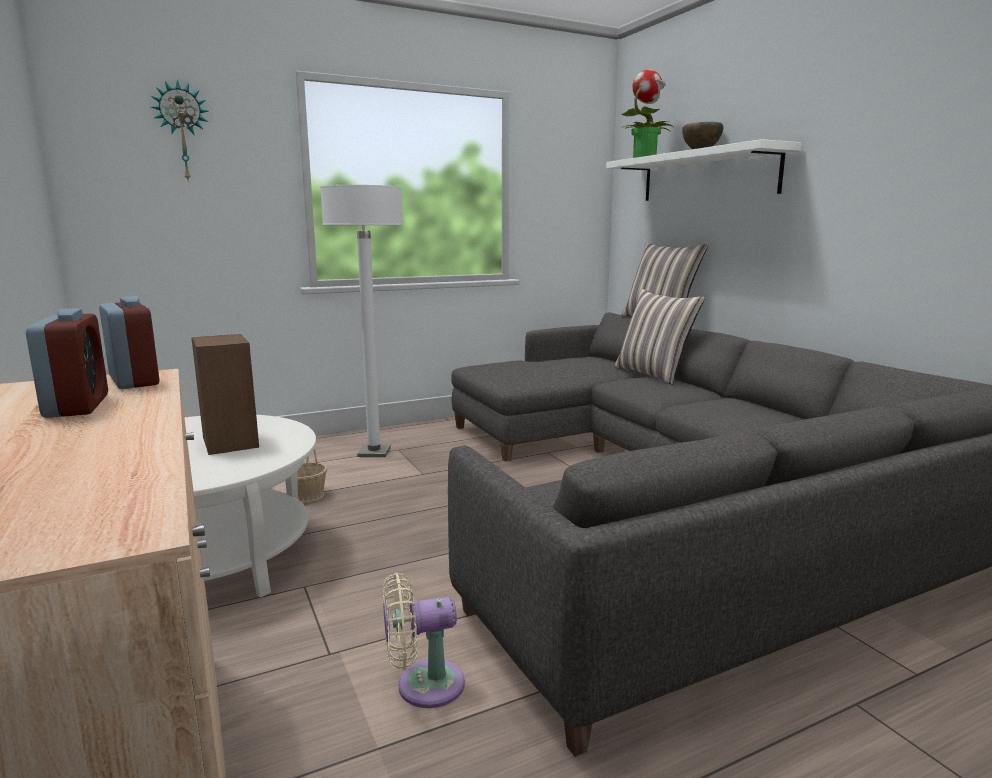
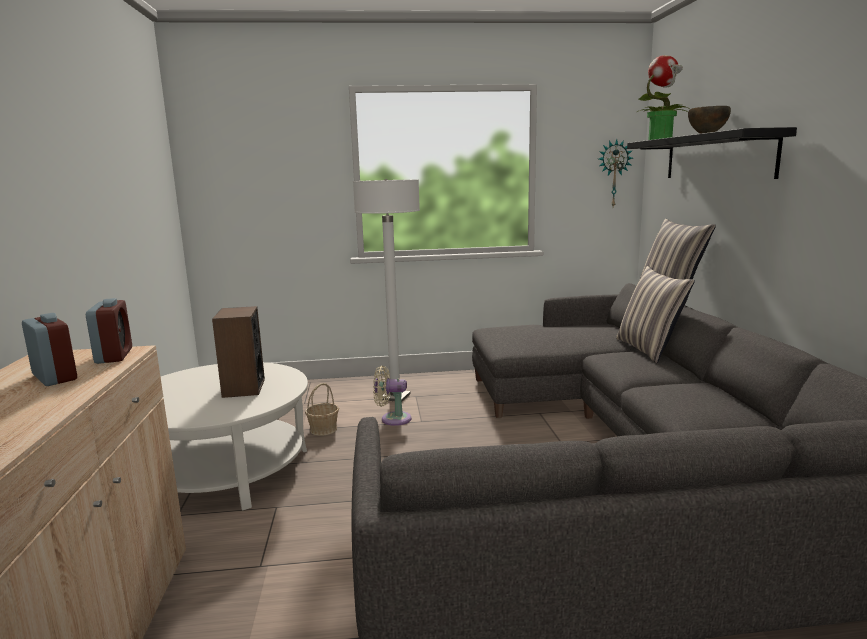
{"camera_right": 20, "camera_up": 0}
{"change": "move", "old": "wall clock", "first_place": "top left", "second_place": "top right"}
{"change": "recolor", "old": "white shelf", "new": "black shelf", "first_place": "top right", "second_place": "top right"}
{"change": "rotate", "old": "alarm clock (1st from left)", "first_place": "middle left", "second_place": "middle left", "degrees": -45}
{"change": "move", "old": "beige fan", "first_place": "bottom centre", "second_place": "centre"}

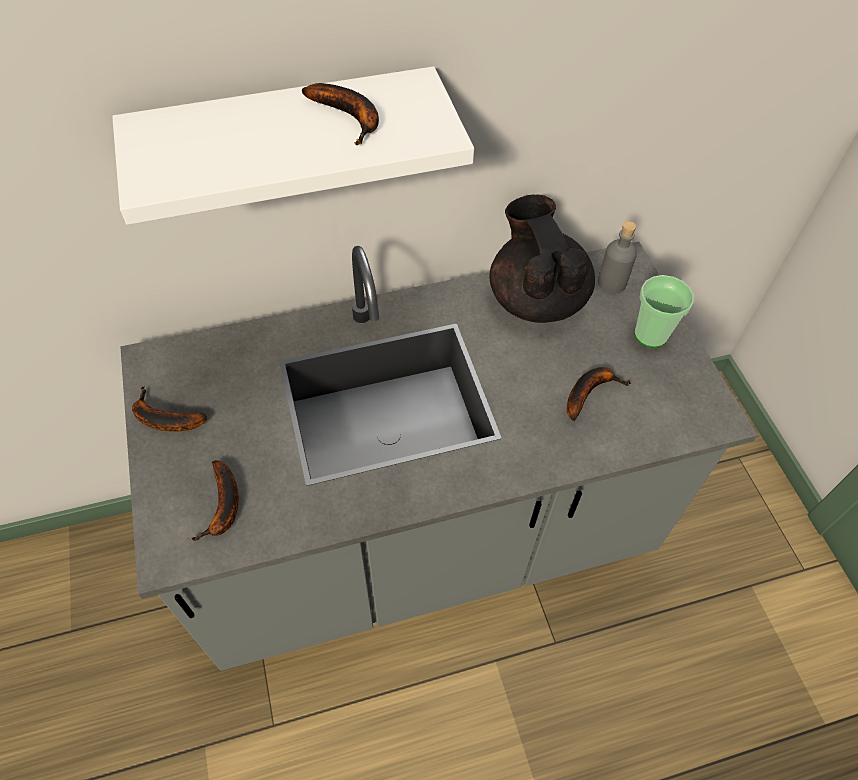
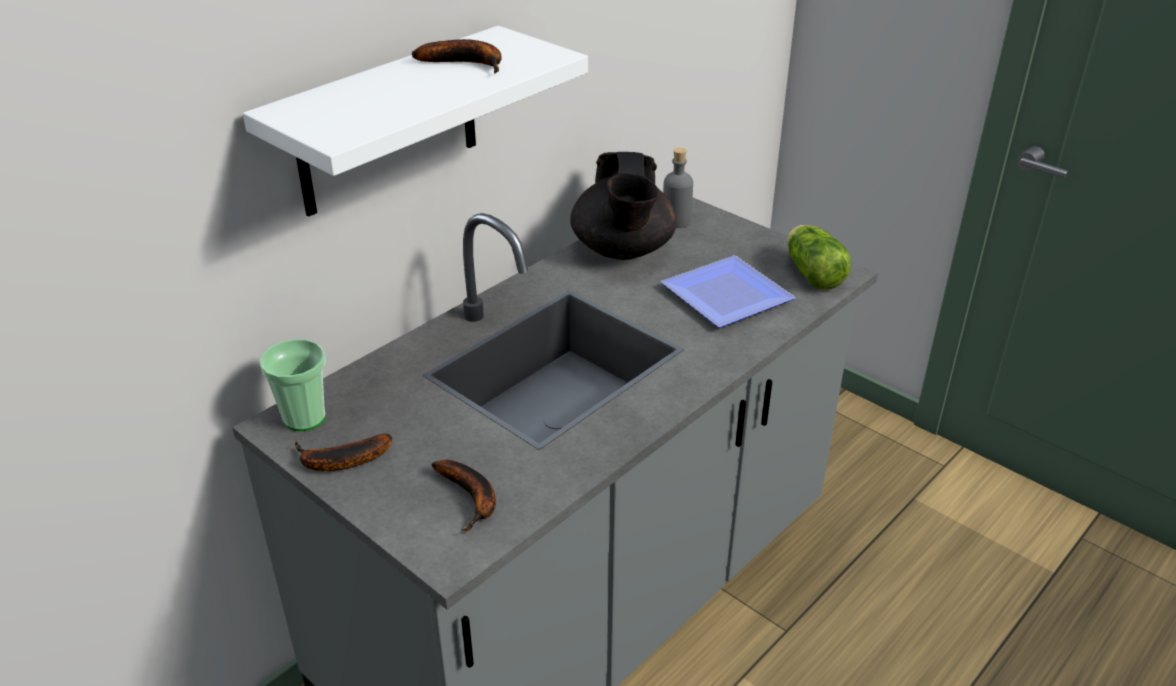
{"camera_right": -30, "camera_up": -20}
{"change": "rotate", "old": "black teapot", "first_place": "top centre", "second_place": "top centre", "degrees": -135}
{"change": "move", "old": "cup", "first_place": "middle right", "second_place": "middle left"}
{"change": "replace", "old": "banana (4th from left)", "new": "plate", "first_place": "middle right", "second_place": "centre"}
{"change": "insert", "new": "lettuce", "second_place": "middle right"}

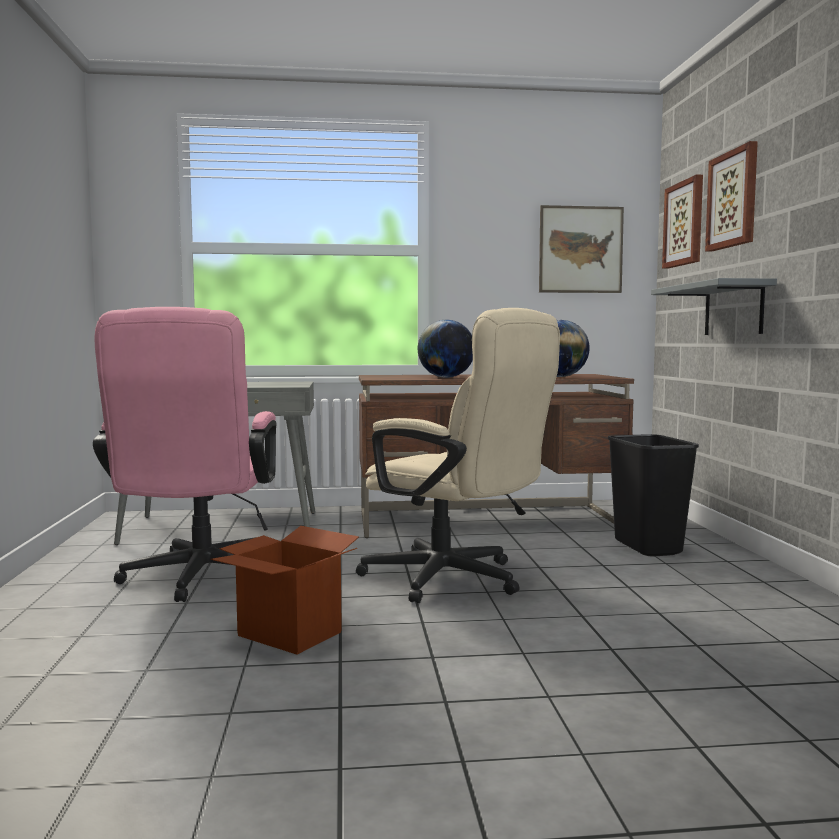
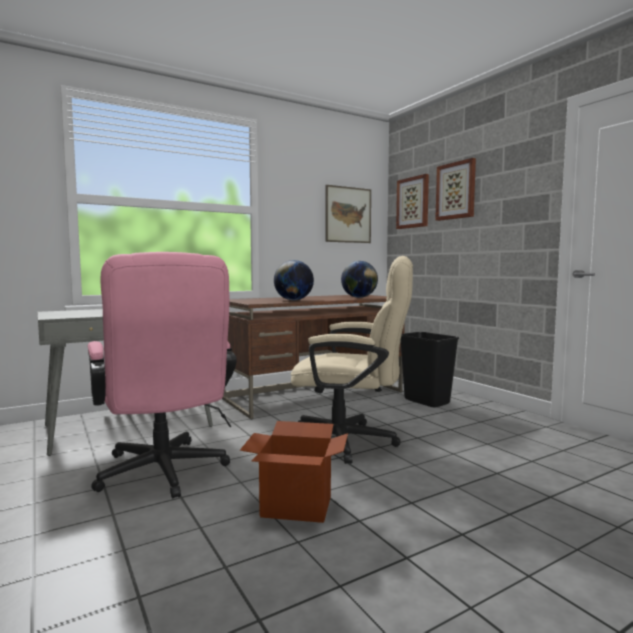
{"camera_right": -25, "camera_up": 0}
{"change": "delete", "old": "grey shelf", "first_place": "middle right"}

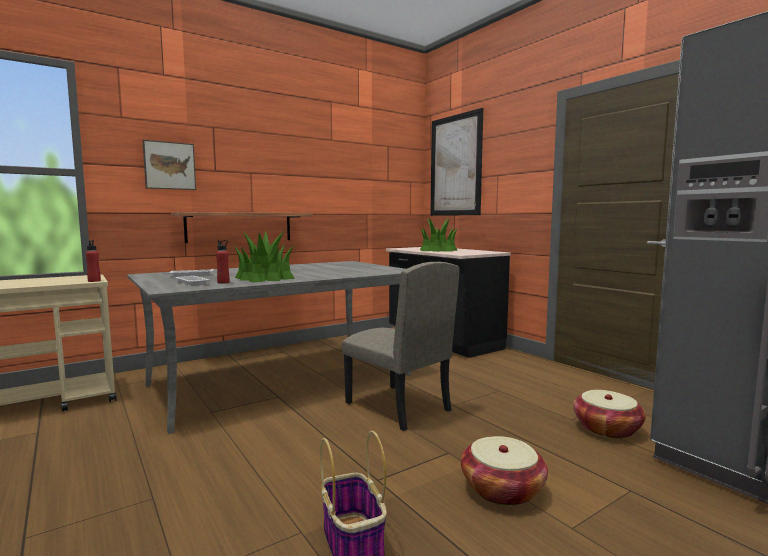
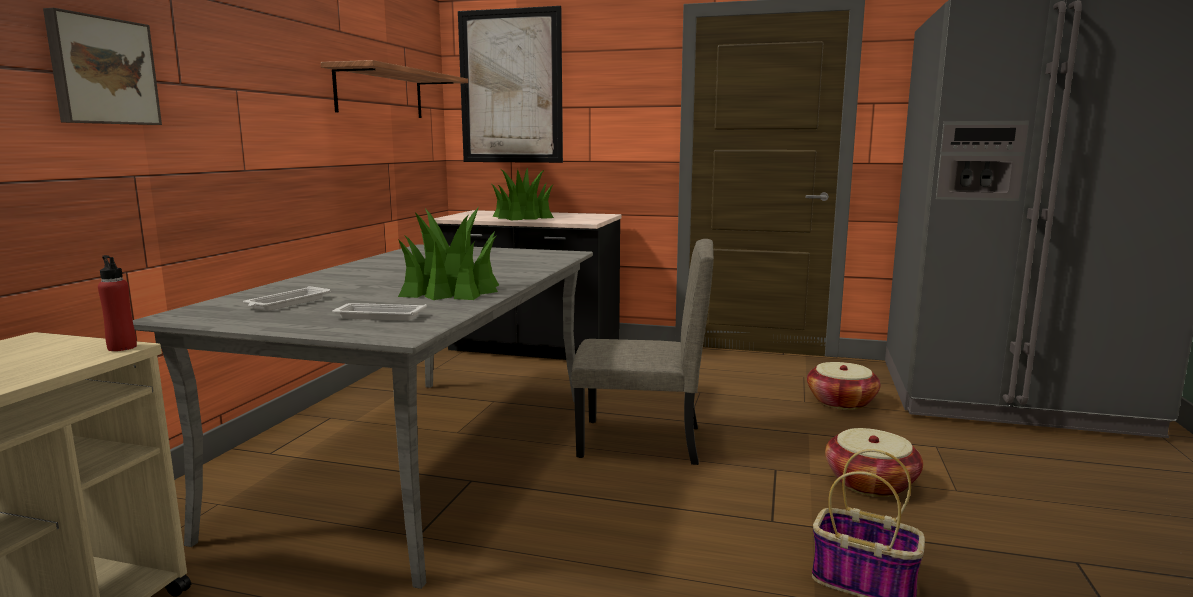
{"camera_right": -40, "camera_up": 5}
{"change": "move", "old": "shelf", "first_place": "middle left", "second_place": "top left"}
{"change": "delete", "old": "red bottle (2nd from left)", "first_place": "middle left"}

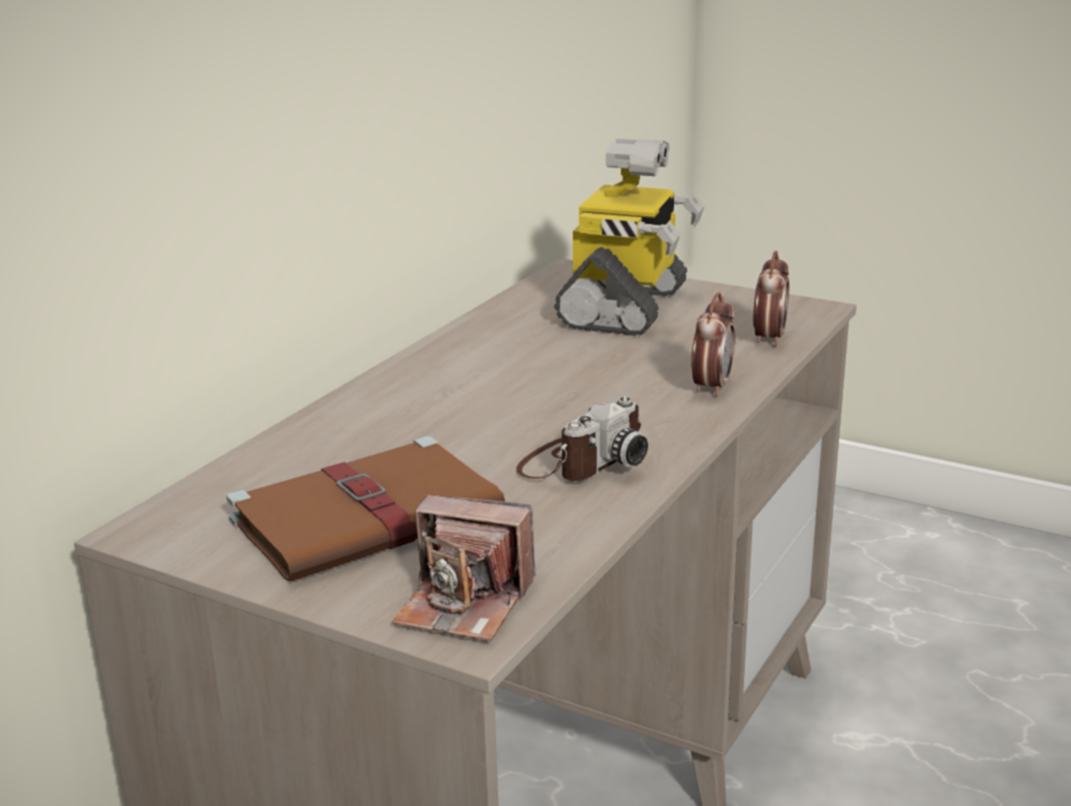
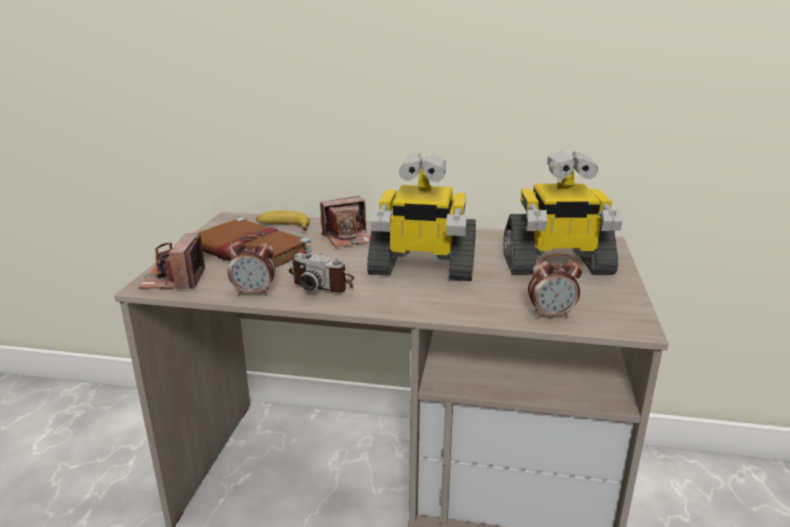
{"camera_right": 70, "camera_up": 0}
{"change": "move", "old": "alarm clock (1st from left)", "first_place": "centre", "second_place": "middle left"}
{"change": "insert", "new": "toy robot (1st from left)", "second_place": "centre"}
{"change": "insert", "new": "photo camera (3rd from left)", "second_place": "centre"}
{"change": "insert", "new": "banana", "second_place": "centre"}

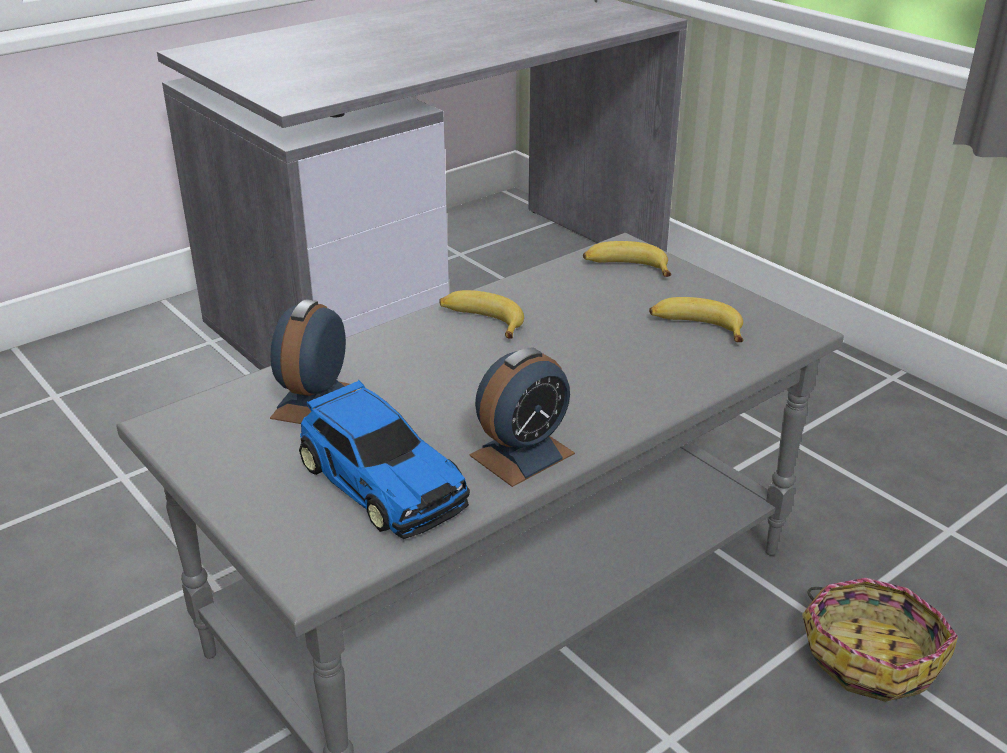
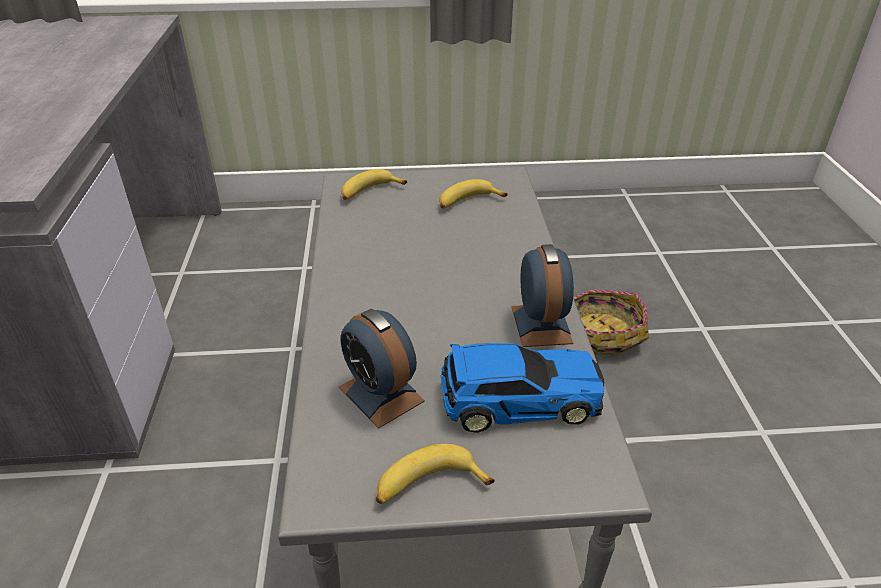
{"camera_right": -55, "camera_up": 5}
{"change": "move", "old": "banana (1st from left in the first image)", "new": "banana (2nd from left)", "first_place": "centre", "second_place": "bottom centre"}

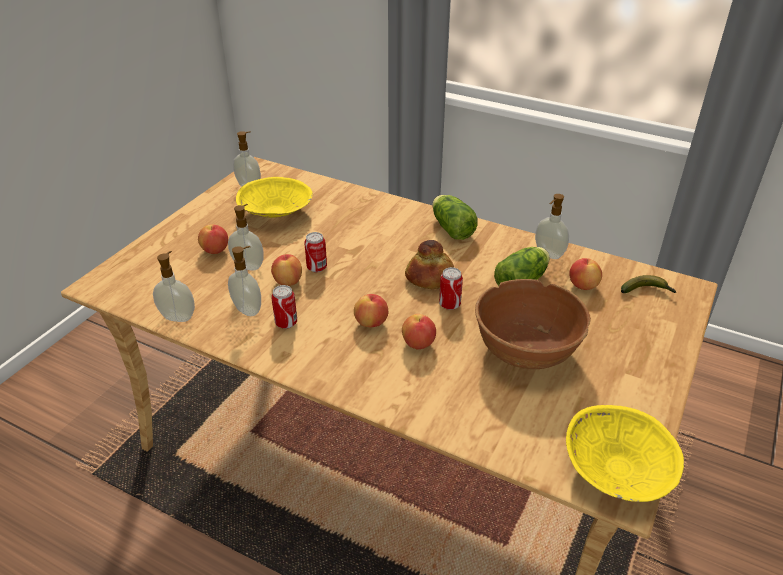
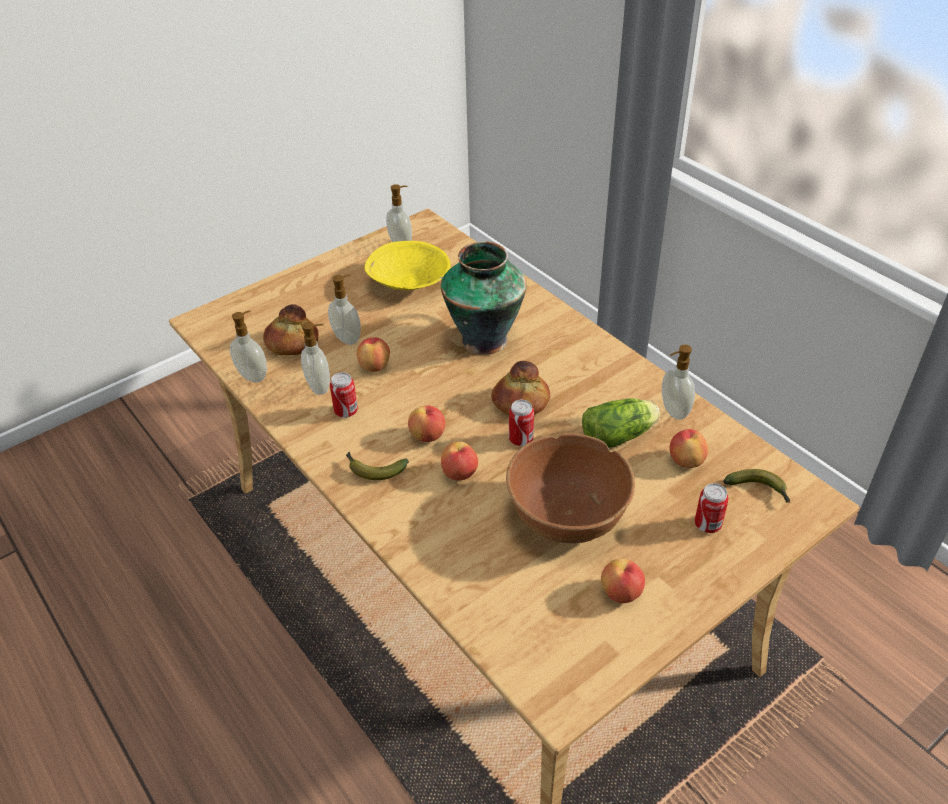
{"camera_right": 25, "camera_up": 5}
{"change": "delete", "old": "lettuce (1st from left)", "first_place": "centre"}
{"change": "move", "old": "apple (1st from left in the first image)", "new": "apple (4th from left)", "first_place": "middle left", "second_place": "bottom centre"}
{"change": "move", "old": "can (2nd from left in the first image)", "new": "can (3rd from left)", "first_place": "centre", "second_place": "middle right"}
{"change": "delete", "old": "yellow bowl (2nd from left)", "first_place": "bottom right"}
{"change": "insert", "new": "vase", "second_place": "centre"}
{"change": "insert", "new": "bread (1st from left)", "second_place": "middle left"}
{"change": "insert", "new": "banana (1st from left)", "second_place": "centre"}

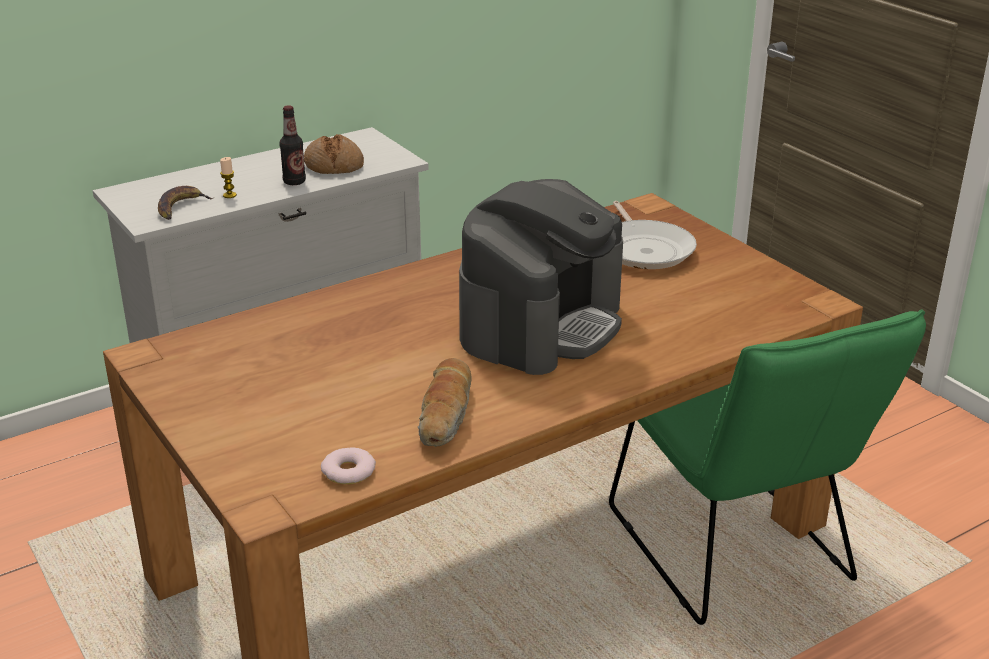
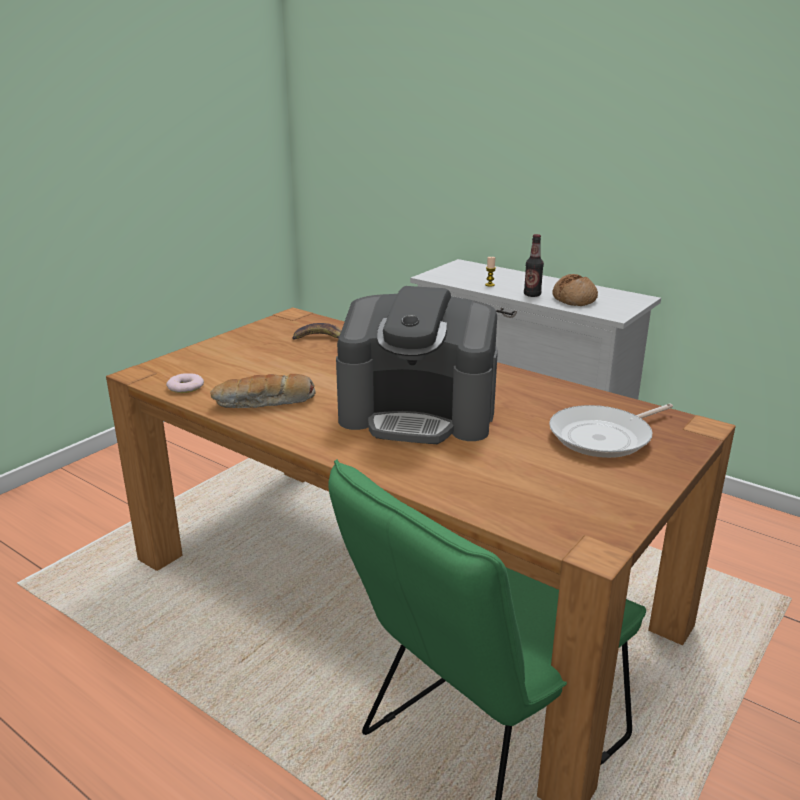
{"camera_right": 70, "camera_up": -5}
{"change": "move", "old": "banana", "first_place": "top left", "second_place": "centre"}

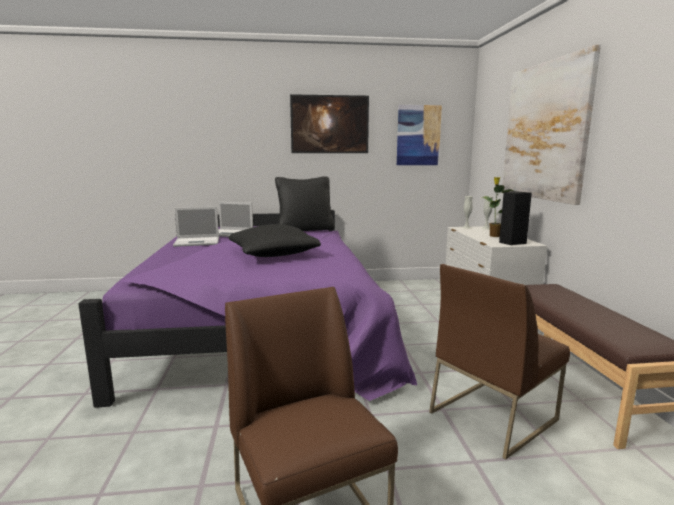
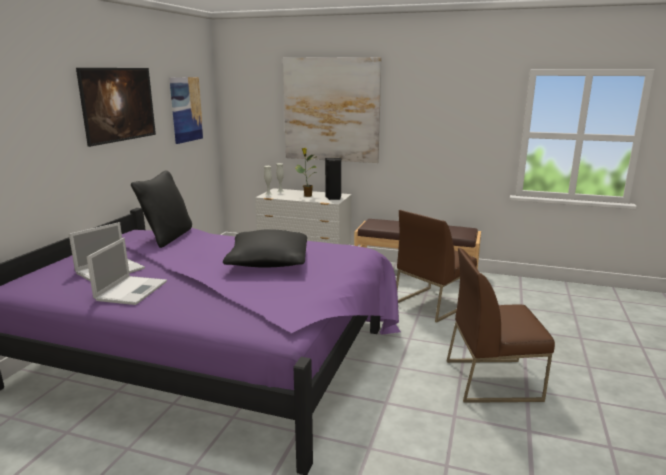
{"camera_right": -65, "camera_up": 5}
{"change": "rotate", "old": "brown chair (2nd from left in the first image)", "first_place": "bottom right", "second_place": "centre", "degrees": 60}

